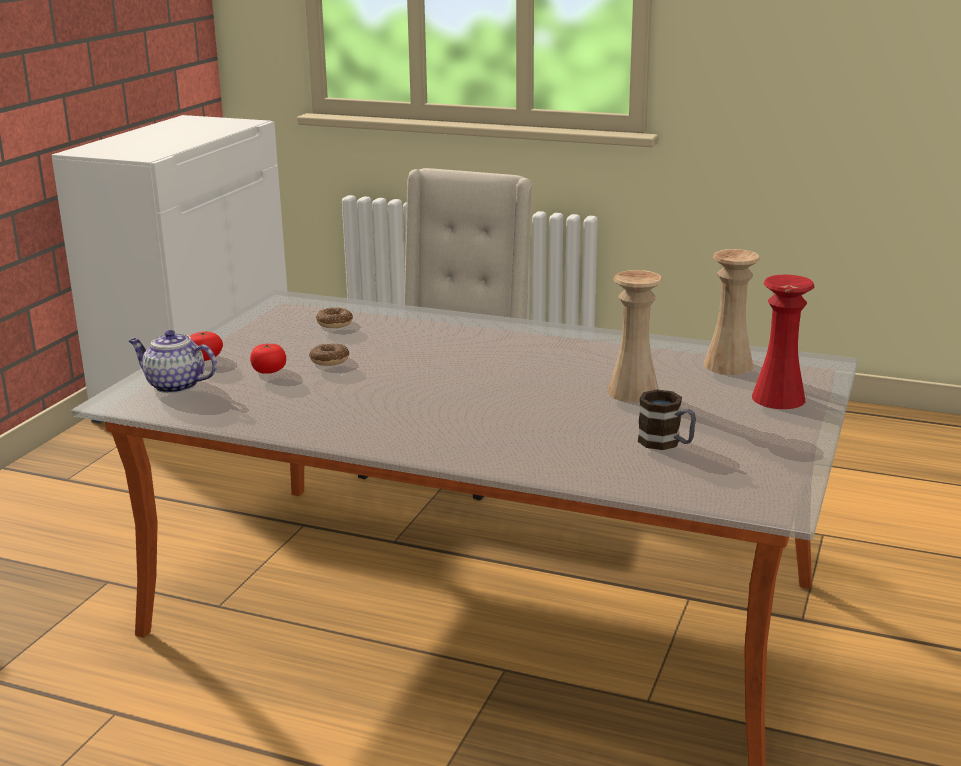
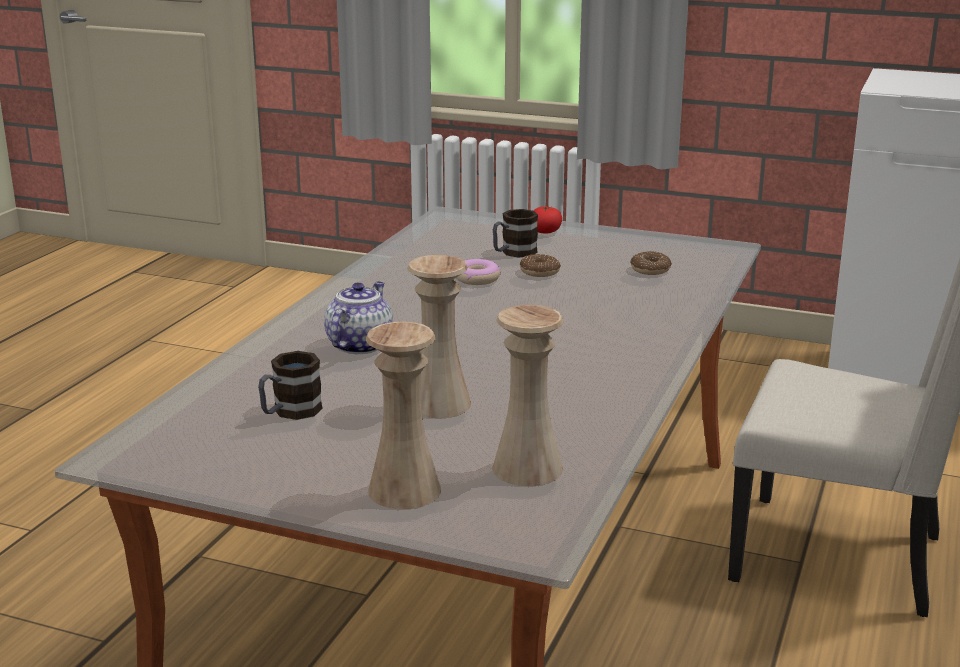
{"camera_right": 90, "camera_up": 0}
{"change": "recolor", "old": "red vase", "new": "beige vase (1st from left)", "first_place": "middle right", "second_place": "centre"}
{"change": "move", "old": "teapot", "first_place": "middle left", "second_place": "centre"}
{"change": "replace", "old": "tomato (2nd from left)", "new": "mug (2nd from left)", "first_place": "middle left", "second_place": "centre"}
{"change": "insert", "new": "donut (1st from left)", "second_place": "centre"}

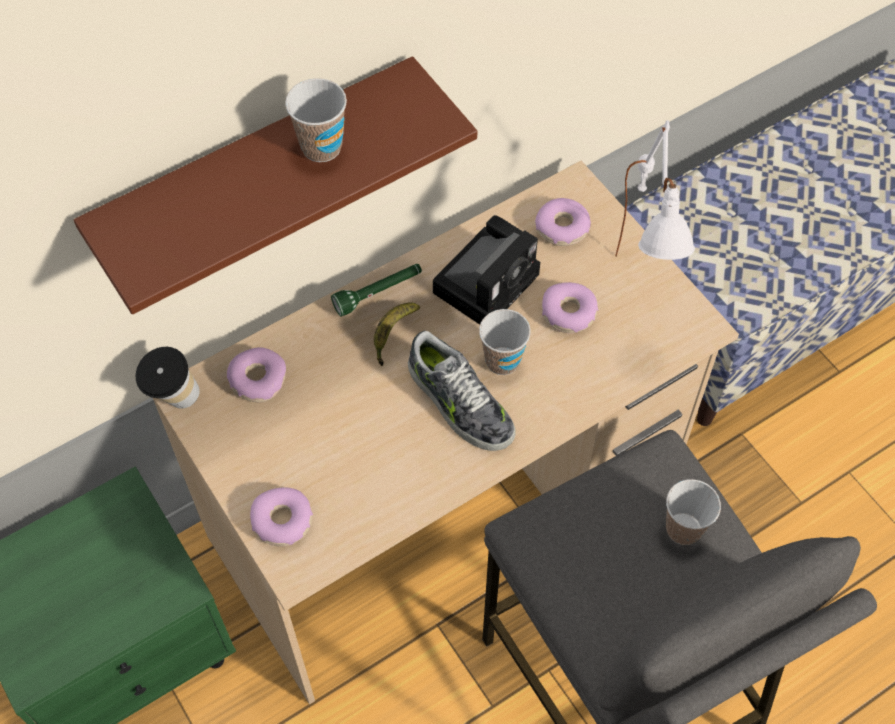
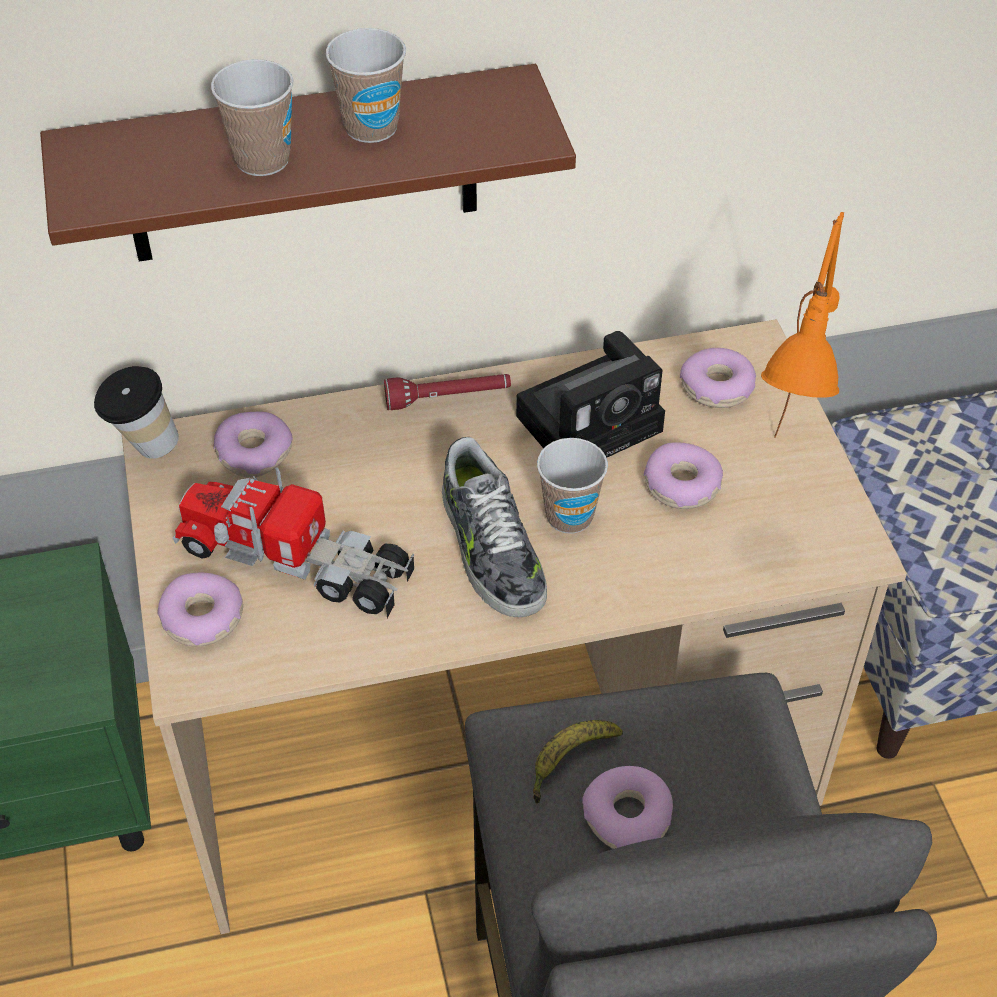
{"camera_right": 20, "camera_up": -10}
{"change": "recolor", "old": "white table lamp", "new": "orange table lamp", "first_place": "top right", "second_place": "top right"}
{"change": "recolor", "old": "green flashlight", "new": "red flashlight", "first_place": "centre", "second_place": "centre"}
{"change": "move", "old": "banana", "first_place": "centre", "second_place": "bottom centre"}
{"change": "move", "old": "cup (4th from left in the first image)", "new": "cup (2nd from left)", "first_place": "bottom right", "second_place": "top left"}
{"change": "insert", "new": "toy truck", "second_place": "middle left"}
{"change": "insert", "new": "donut (3rd from left)", "second_place": "bottom centre"}

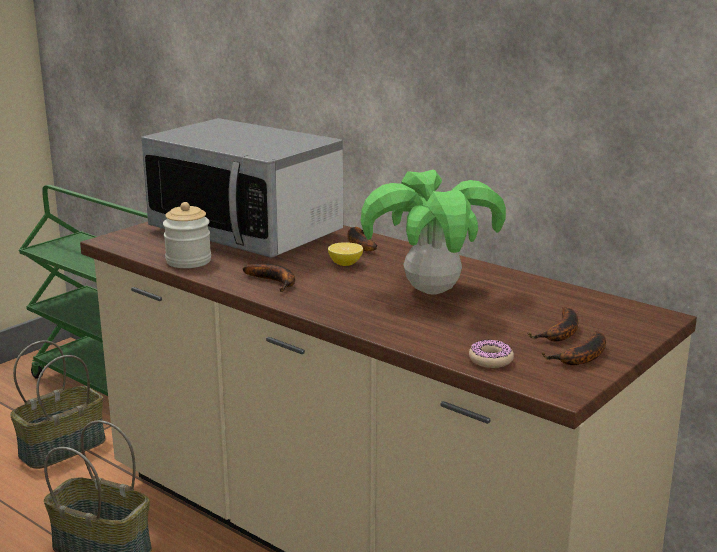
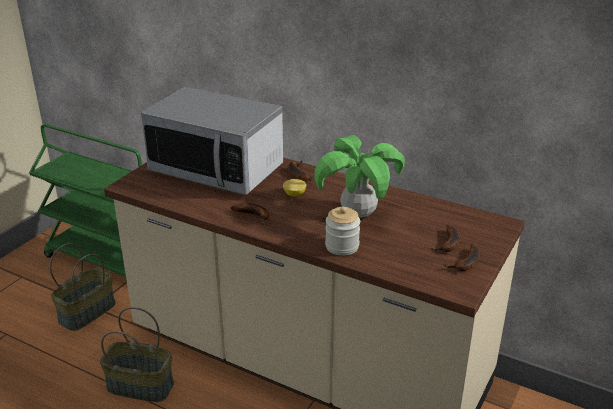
{"camera_right": -10, "camera_up": 10}
{"change": "move", "old": "jar", "first_place": "middle left", "second_place": "centre"}
{"change": "delete", "old": "donut", "first_place": "middle right"}

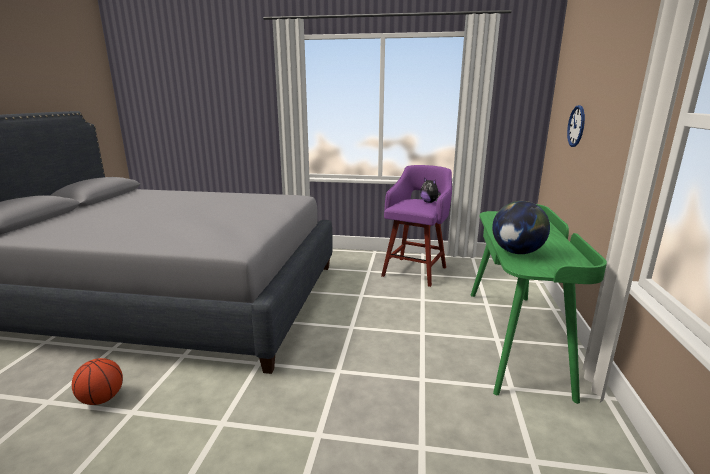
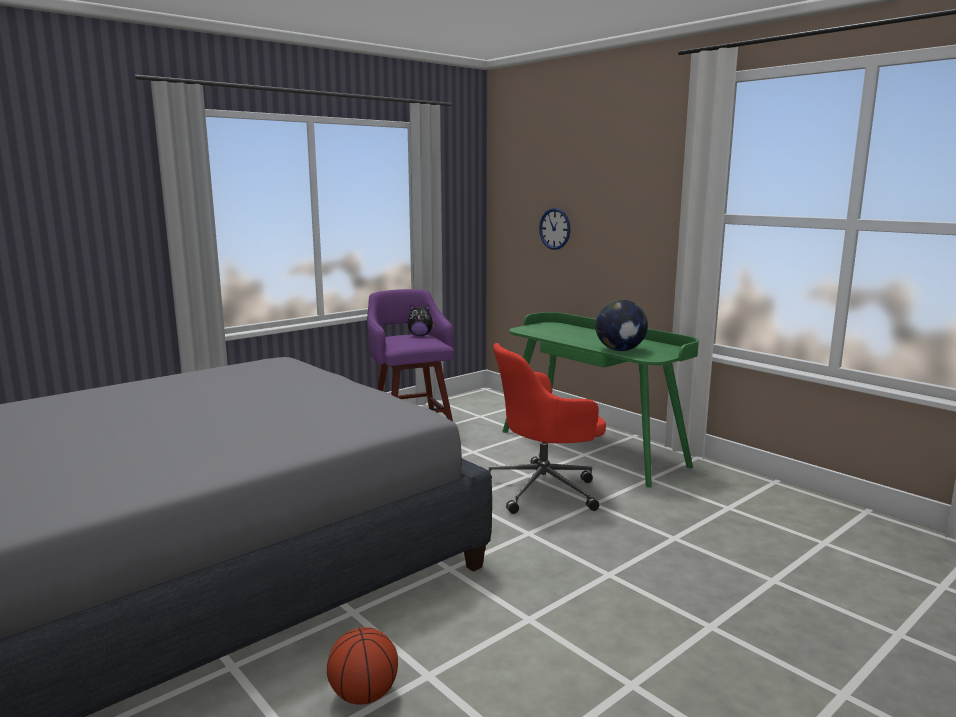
{"camera_right": -50, "camera_up": -5}
{"change": "insert", "new": "red office chair", "second_place": "centre"}

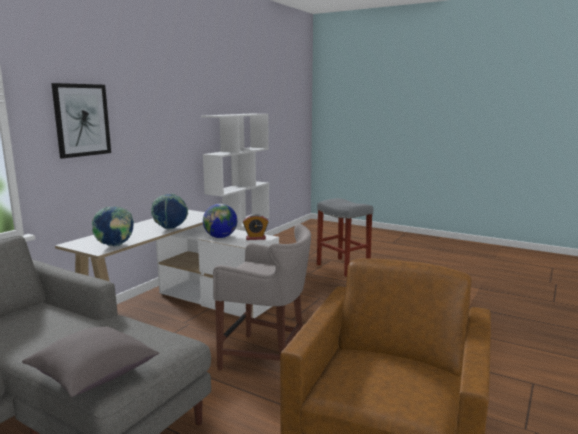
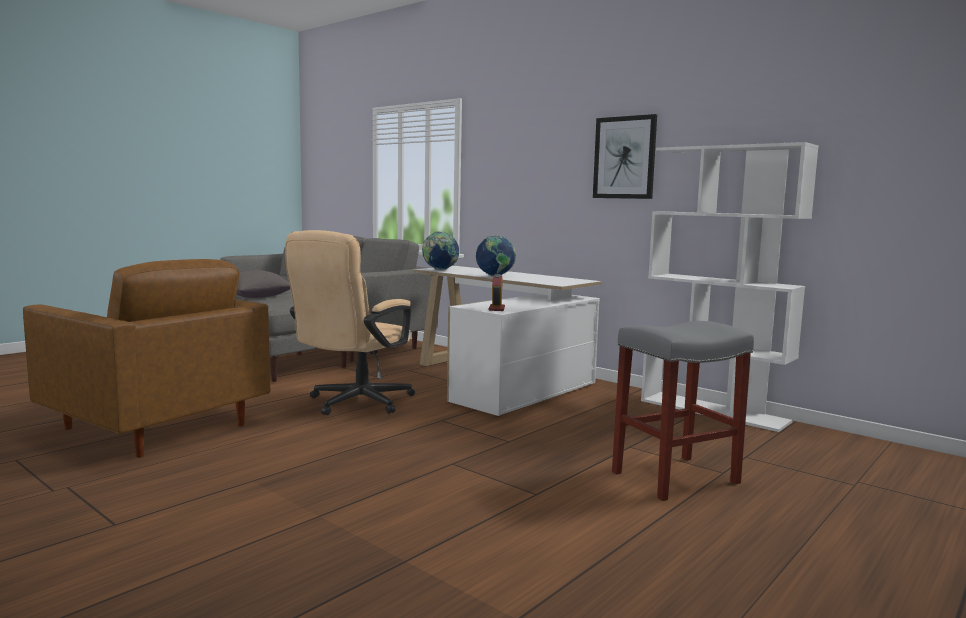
{"camera_right": 100, "camera_up": -5}
{"change": "move", "old": "picture", "first_place": "top left", "second_place": "top centre"}
{"change": "delete", "old": "globe (3rd from left)", "first_place": "centre"}
{"change": "replace", "old": "grey stool (1st from left)", "new": "beige office chair", "first_place": "bottom centre", "second_place": "centre"}

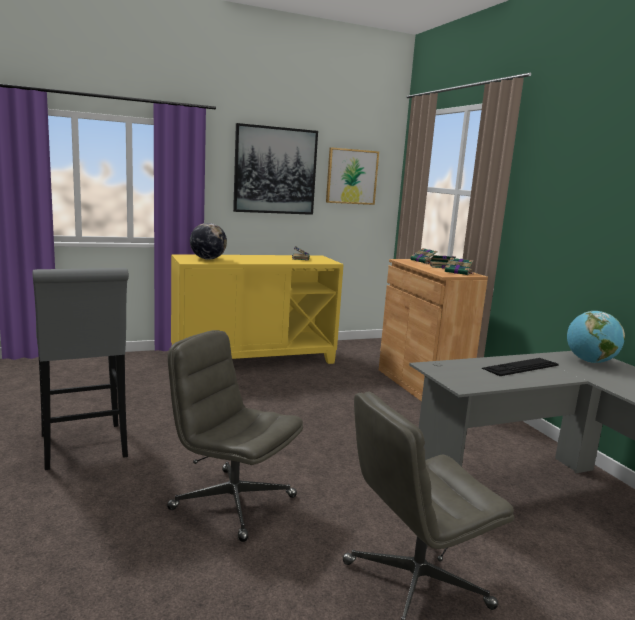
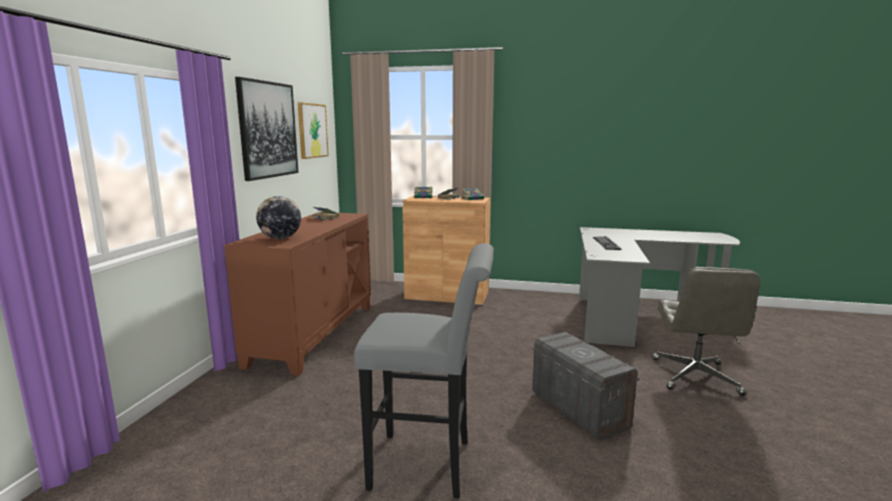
{"camera_right": -55, "camera_up": 0}
{"change": "recolor", "old": "yellow cabinet", "new": "brown cabinet (1st from left)", "first_place": "centre", "second_place": "middle left"}
{"change": "delete", "old": "globe (2nd from left)", "first_place": "middle right"}
{"change": "replace", "old": "grey office chair (1st from left)", "new": "grey storage box", "first_place": "bottom centre", "second_place": "bottom centre"}

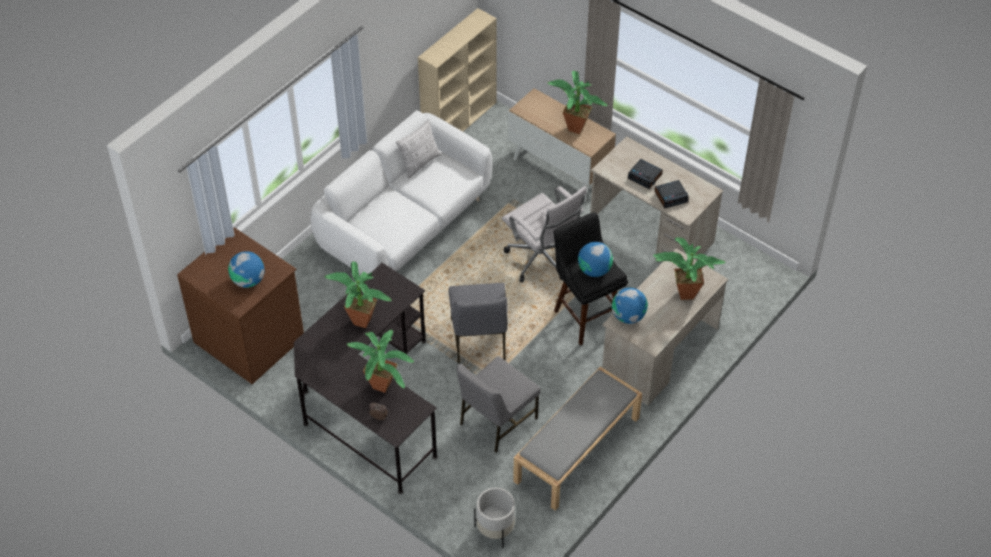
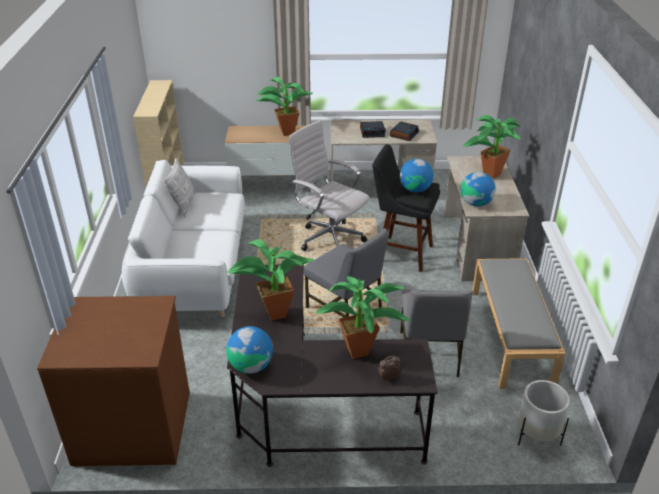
{"camera_right": -40, "camera_up": -15}
{"change": "rotate", "old": "white office chair", "first_place": "centre", "second_place": "centre", "degrees": -150}
{"change": "move", "old": "globe (1st from left)", "first_place": "middle left", "second_place": "bottom centre"}

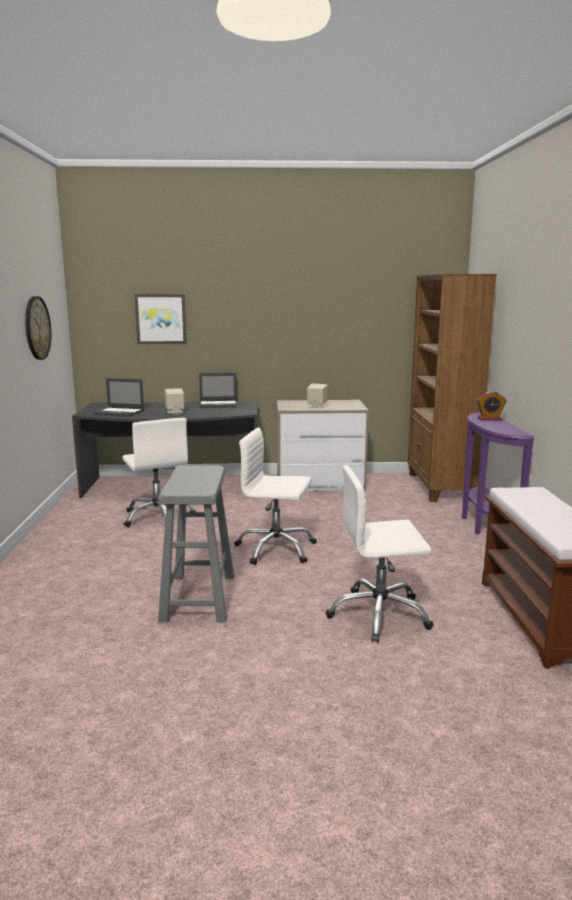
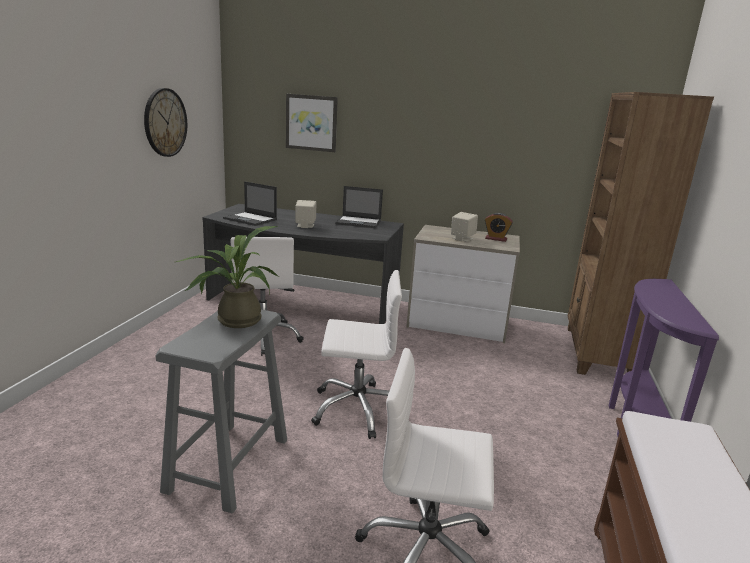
{"camera_right": 15, "camera_up": 5}
{"change": "move", "old": "alarm clock", "first_place": "middle right", "second_place": "centre"}
{"change": "rotate", "old": "white office chair (2nd from left)", "first_place": "centre", "second_place": "centre", "degrees": 150}
{"change": "insert", "new": "potted plant", "second_place": "middle left"}

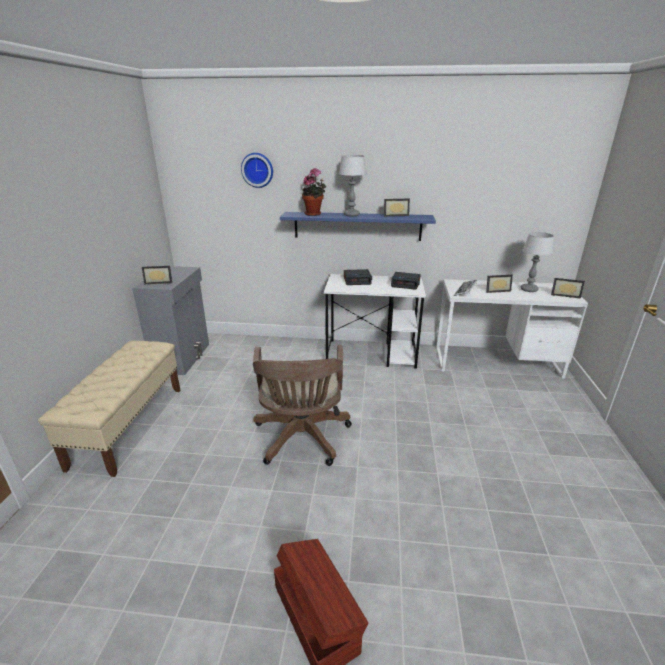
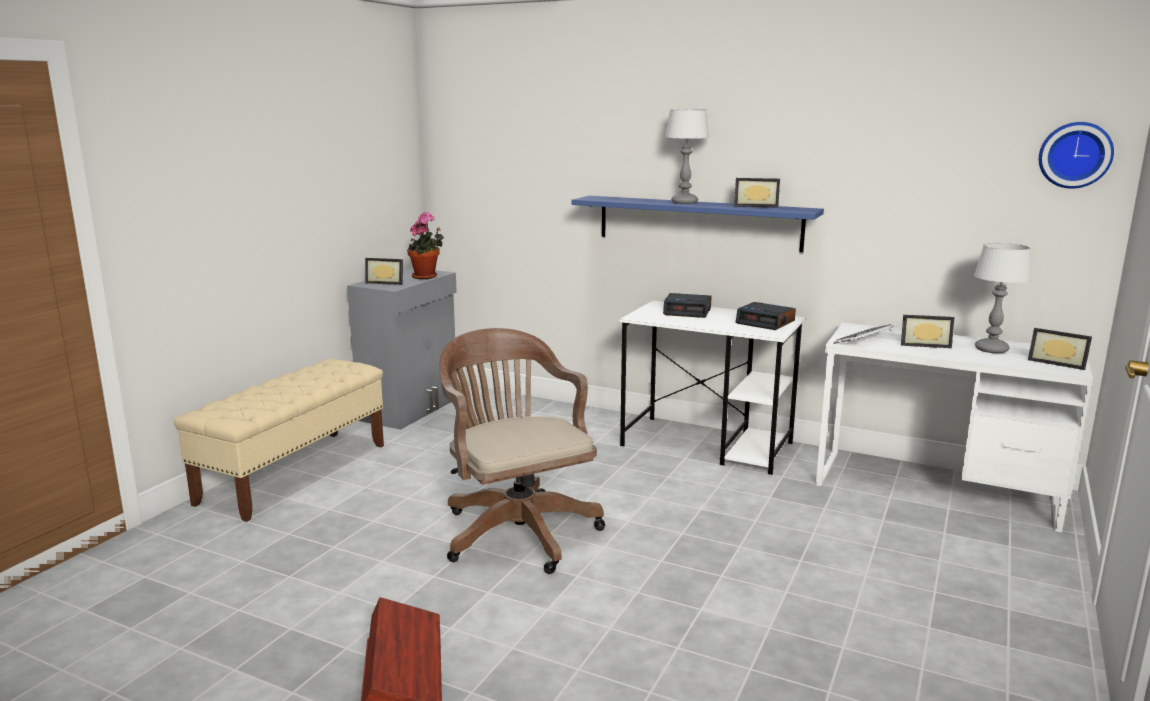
{"camera_right": 20, "camera_up": -10}
{"change": "move", "old": "wall clock", "first_place": "top centre", "second_place": "top right"}
{"change": "move", "old": "potted plant", "first_place": "top centre", "second_place": "centre"}
{"change": "rotate", "old": "brown office chair", "first_place": "centre", "second_place": "centre", "degrees": 135}

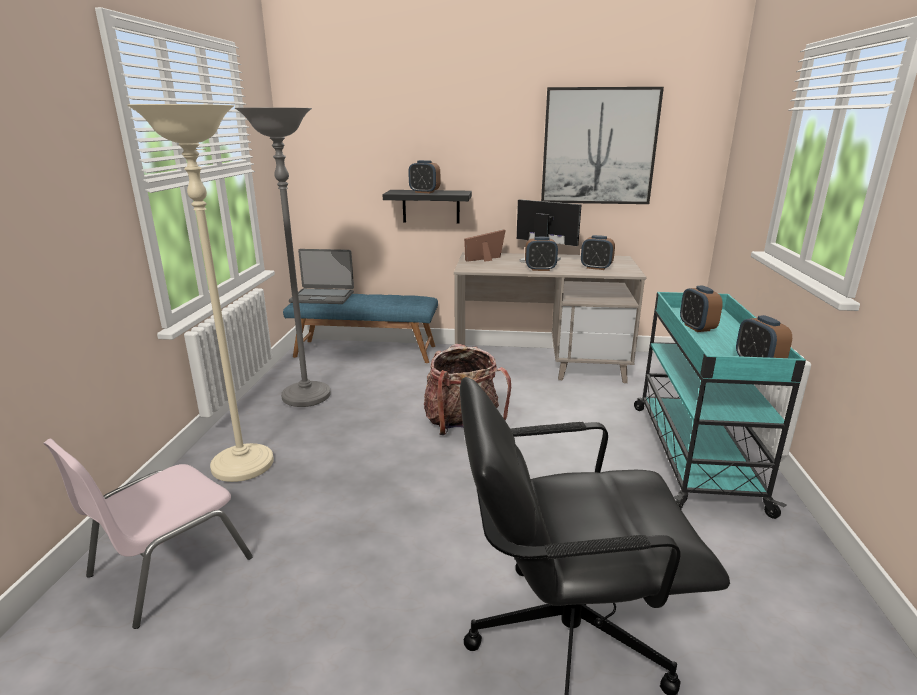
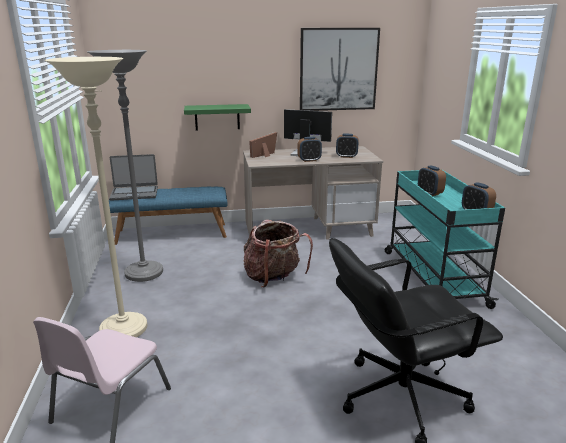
{"camera_right": -15, "camera_up": 0}
{"change": "delete", "old": "alarm clock (1st from left)", "first_place": "top centre"}
{"change": "recolor", "old": "black shelf", "new": "green shelf", "first_place": "top centre", "second_place": "top centre"}

